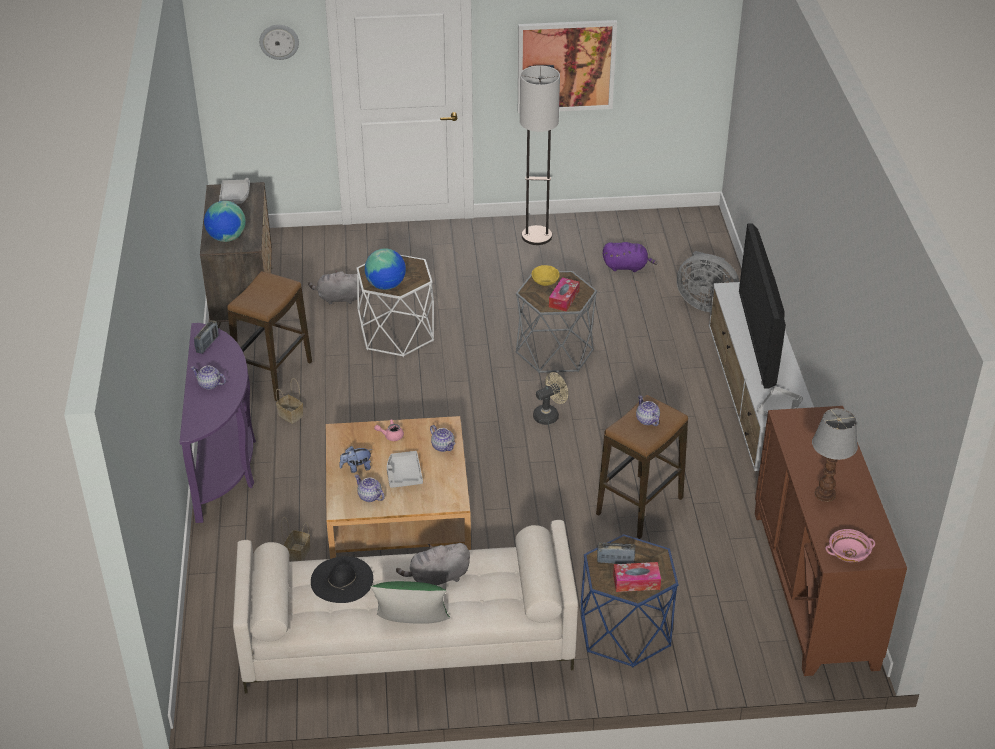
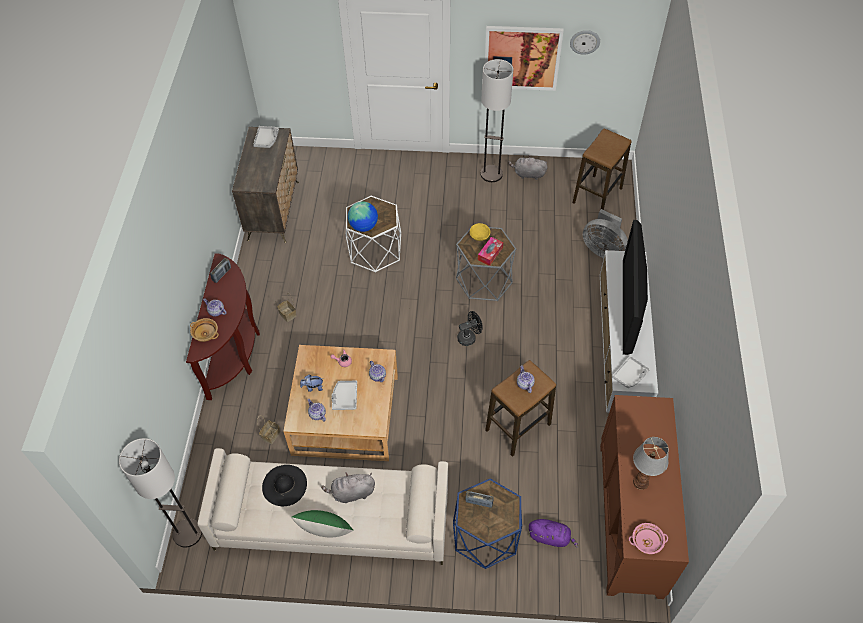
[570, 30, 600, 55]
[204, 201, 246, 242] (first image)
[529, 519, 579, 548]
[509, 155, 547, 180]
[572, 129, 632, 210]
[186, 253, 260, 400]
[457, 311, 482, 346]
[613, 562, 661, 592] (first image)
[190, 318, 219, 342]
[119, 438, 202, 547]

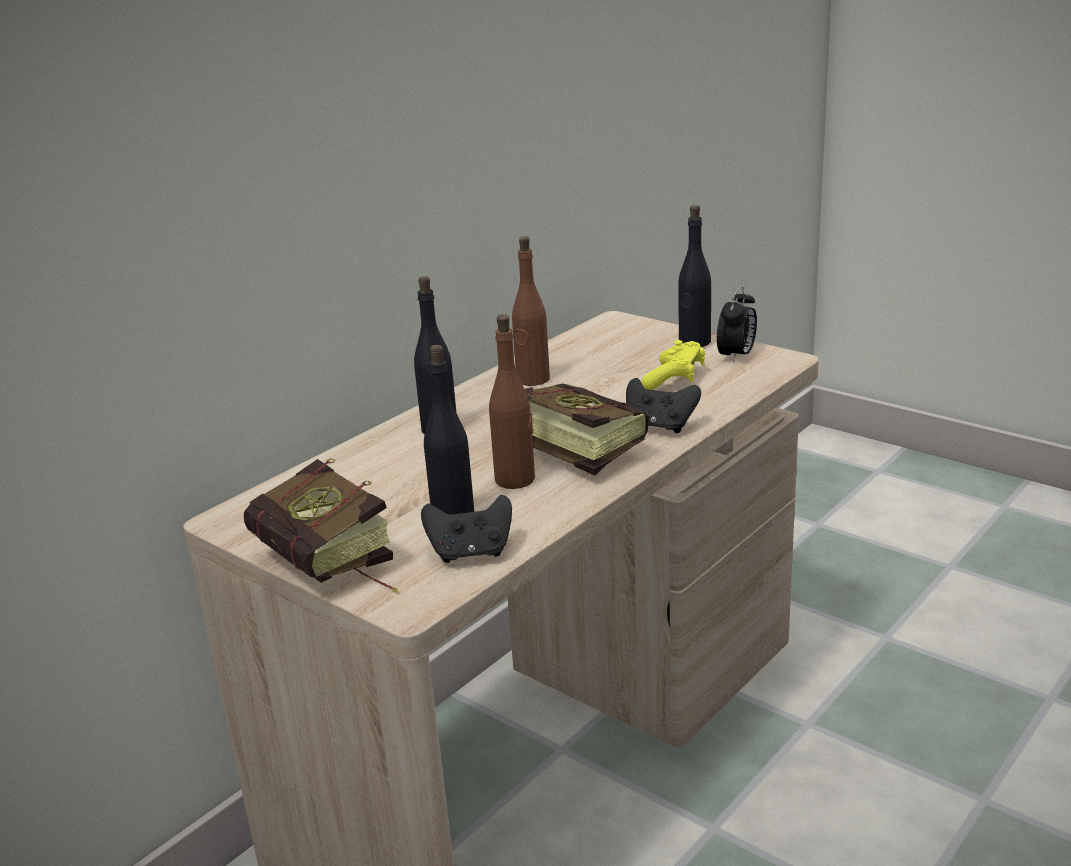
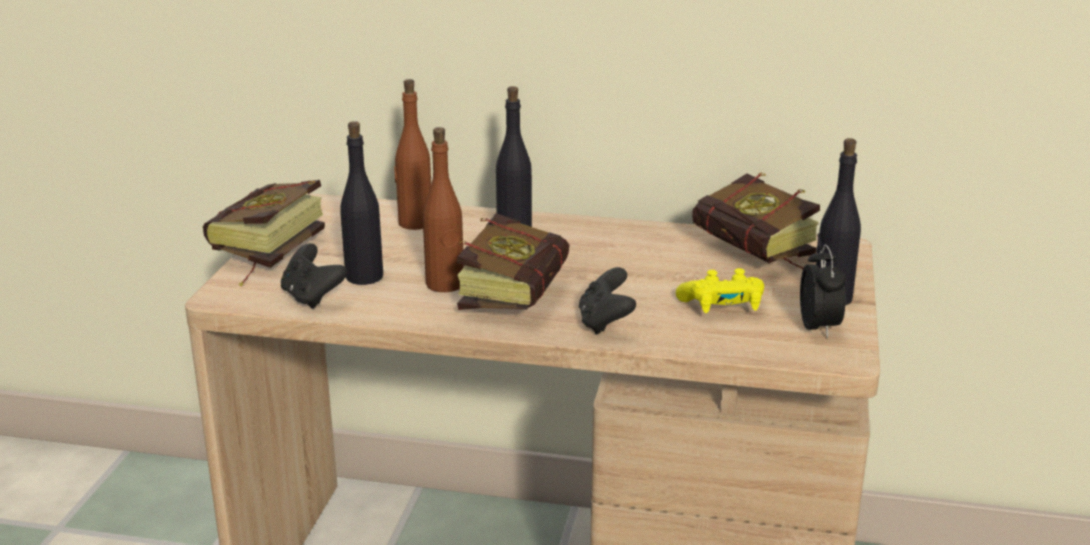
[394, 79, 431, 230]
[800, 244, 846, 339]
[692, 173, 820, 269]

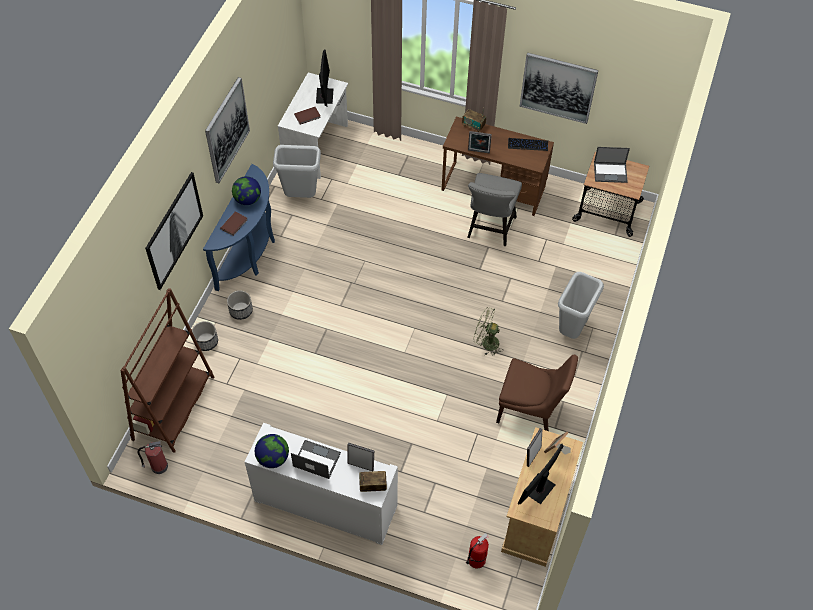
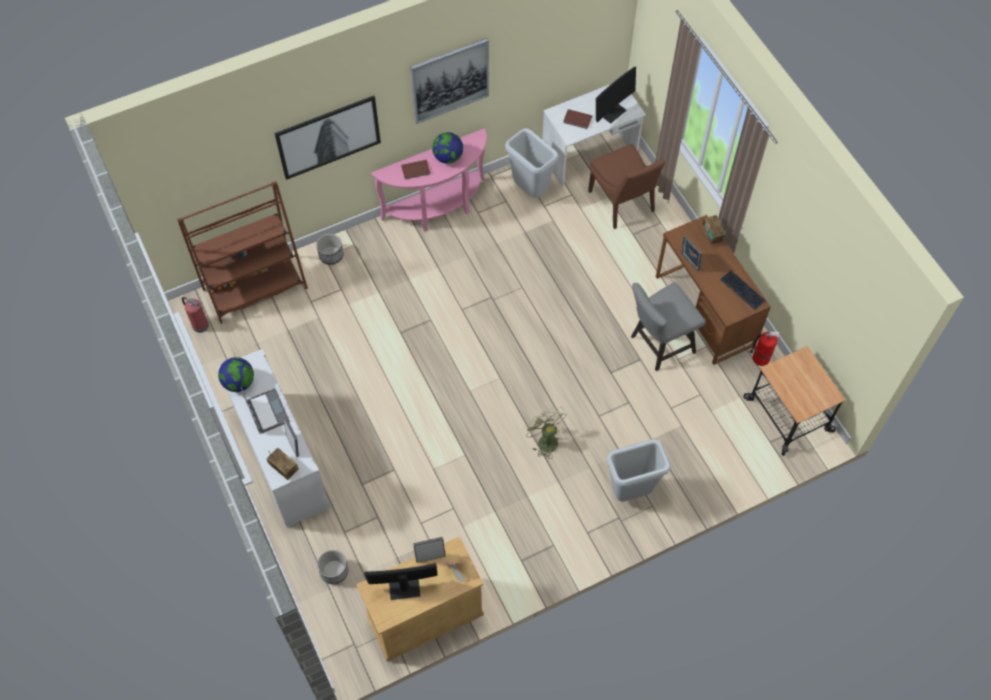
[520, 52, 598, 124] (first image)
[594, 147, 630, 183] (first image)
[371, 128, 487, 231]
[317, 550, 348, 584]
[588, 144, 665, 229]
[750, 332, 780, 366]

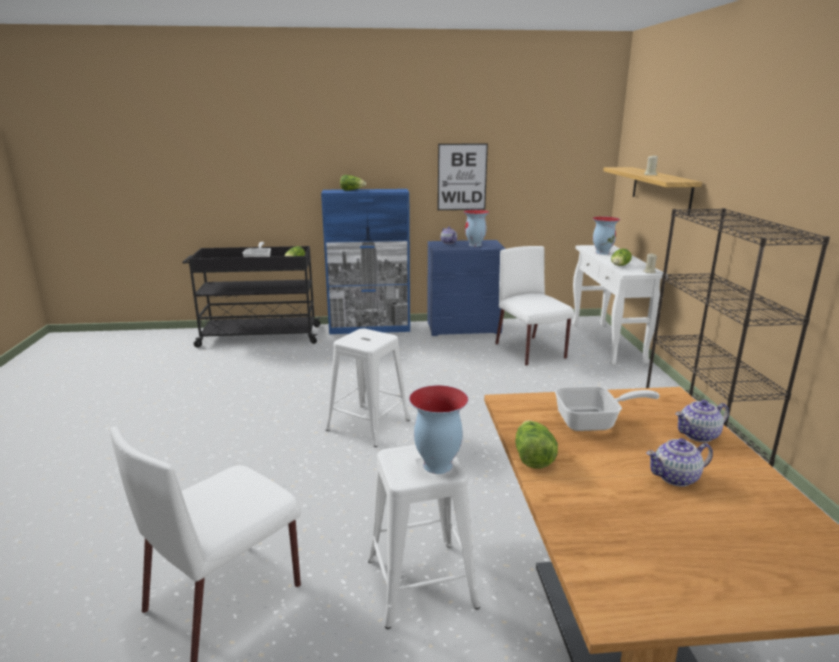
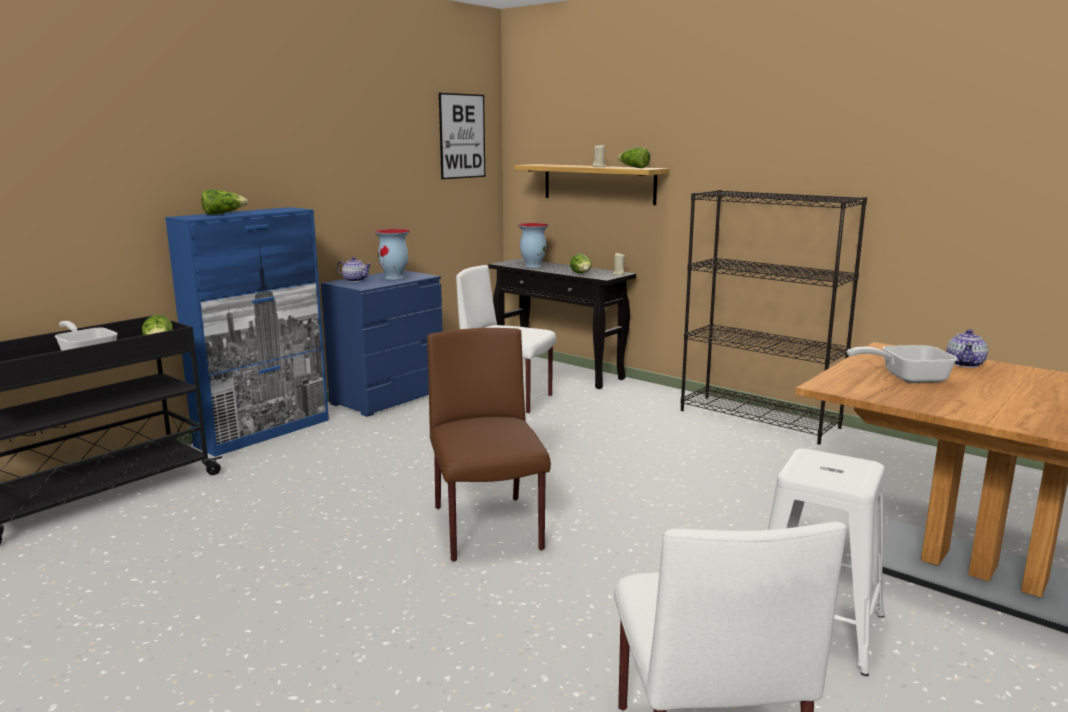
[439, 93, 485, 179]
[488, 259, 636, 389]
[427, 328, 551, 562]
[409, 385, 468, 474] (first image)
[847, 345, 957, 383]
[617, 147, 650, 168]
[646, 438, 713, 487] (first image)

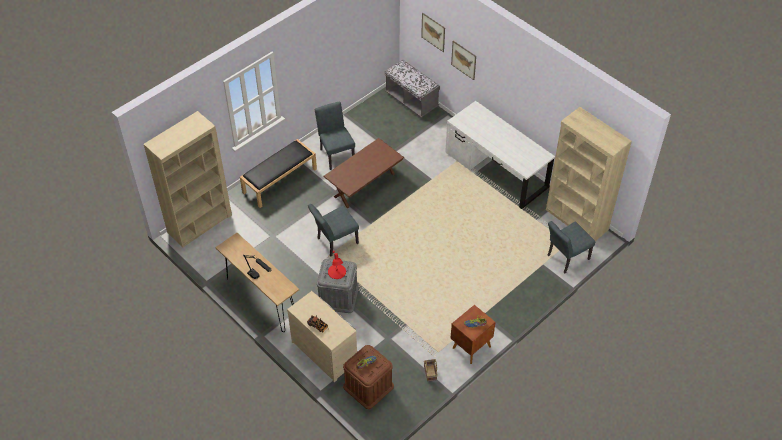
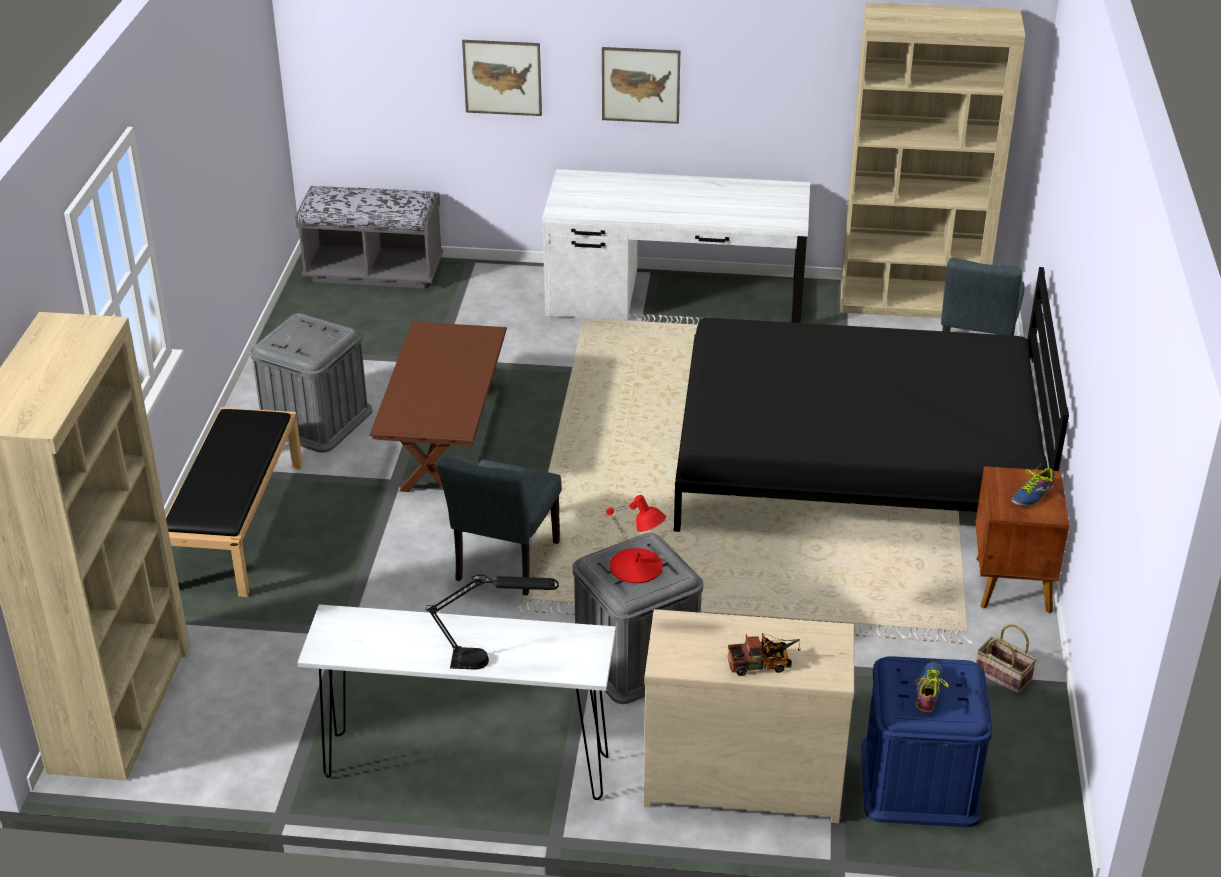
[602, 47, 680, 124]
[250, 313, 372, 453]
[297, 604, 616, 800]
[861, 656, 993, 827]
[674, 267, 1069, 532]

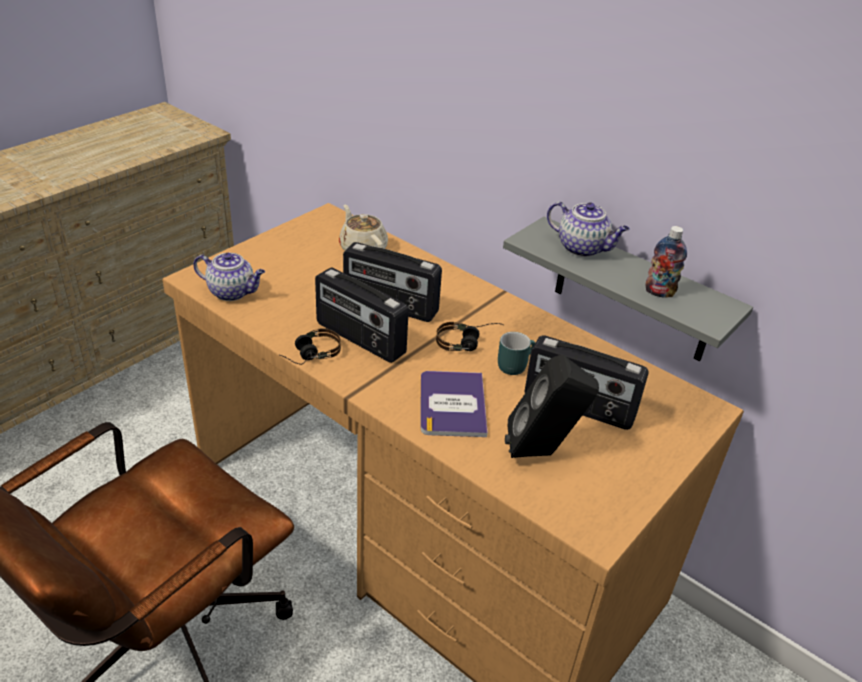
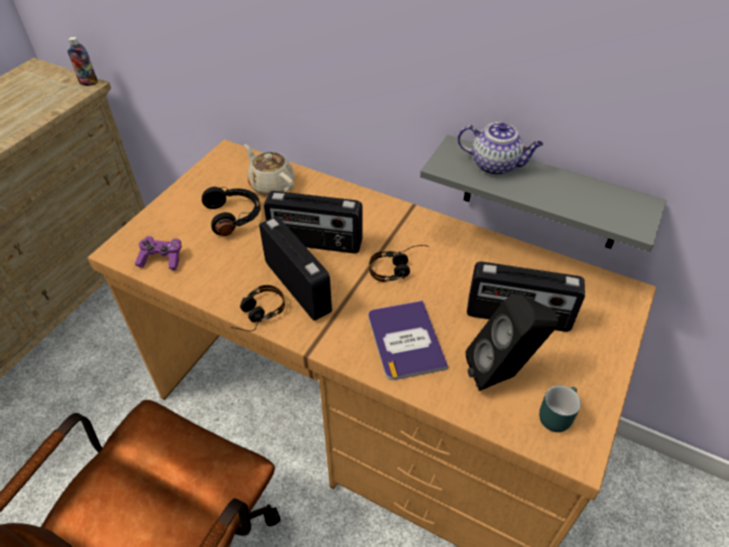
[68, 37, 98, 86]
[135, 236, 181, 270]
[259, 216, 332, 321]
[539, 385, 581, 432]
[202, 187, 261, 236]

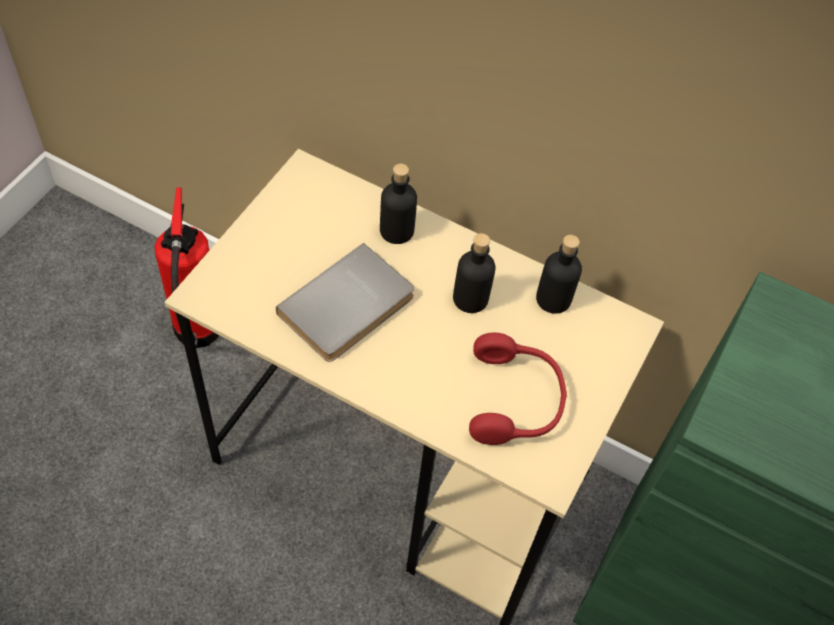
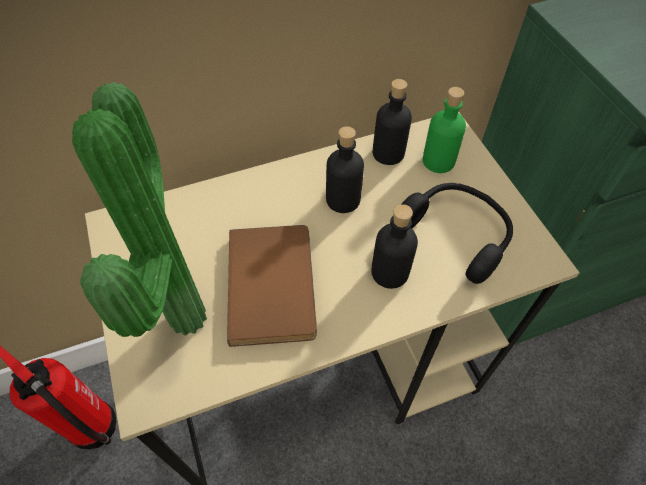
[371, 204, 418, 289]
[227, 225, 317, 347]
[402, 183, 513, 284]
[72, 82, 207, 337]
[423, 87, 466, 173]

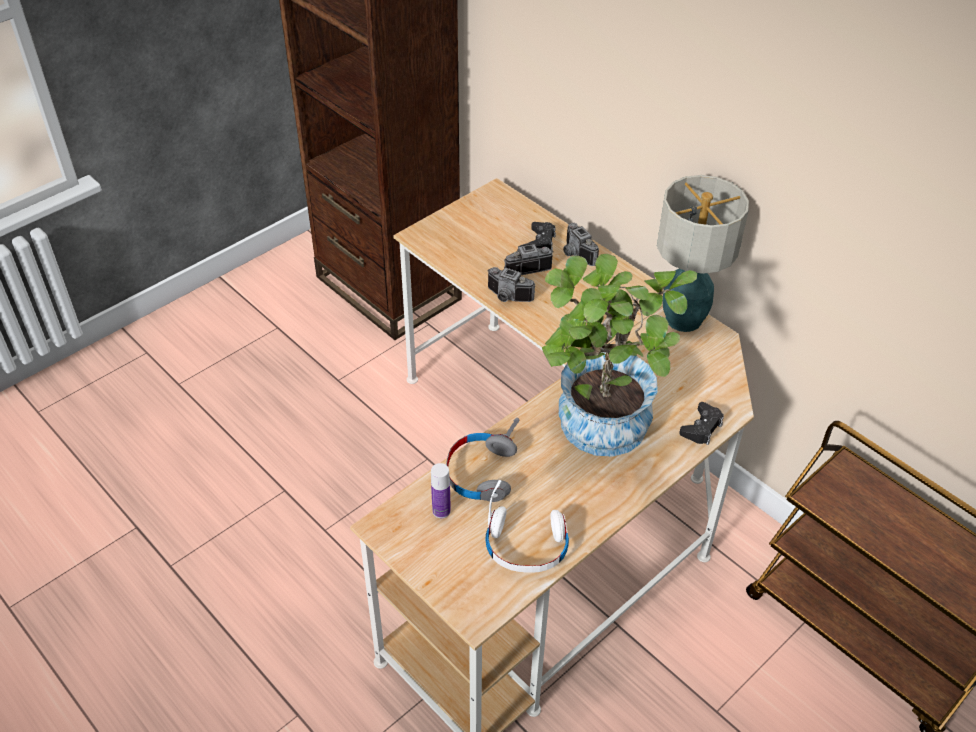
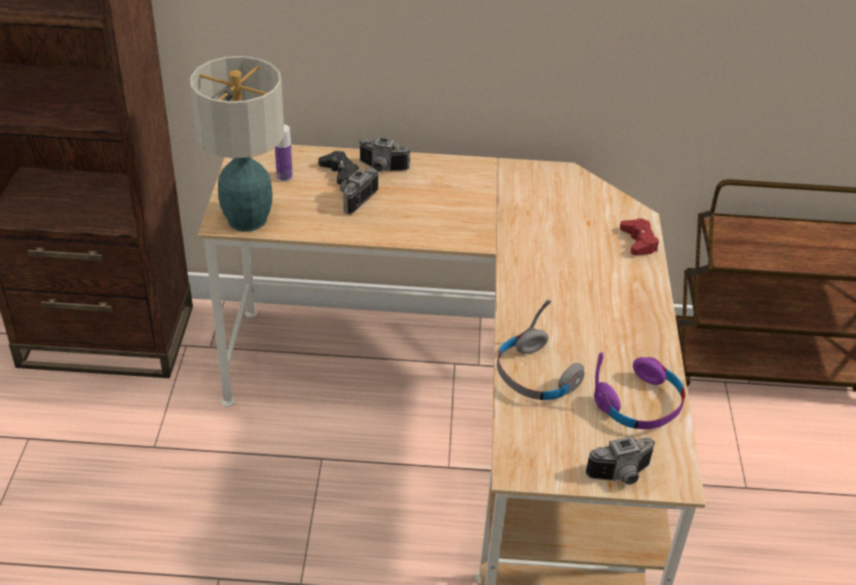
[190, 56, 284, 232]
[542, 254, 697, 457] (first image)
[586, 436, 655, 485]
[620, 218, 659, 255]
[275, 124, 293, 182]
[594, 352, 685, 429]

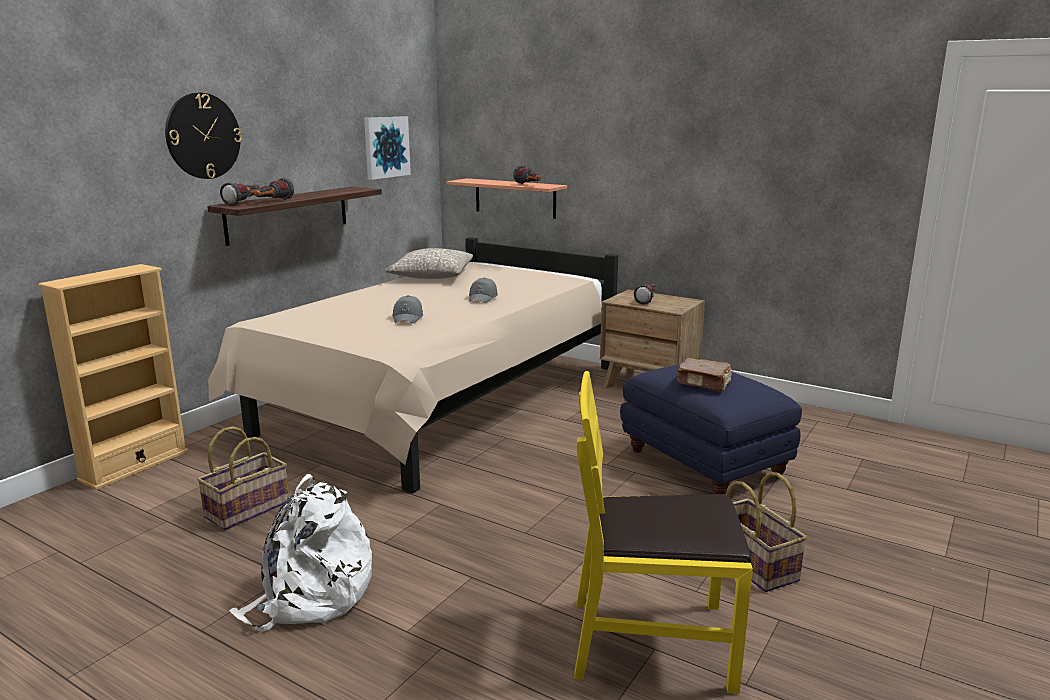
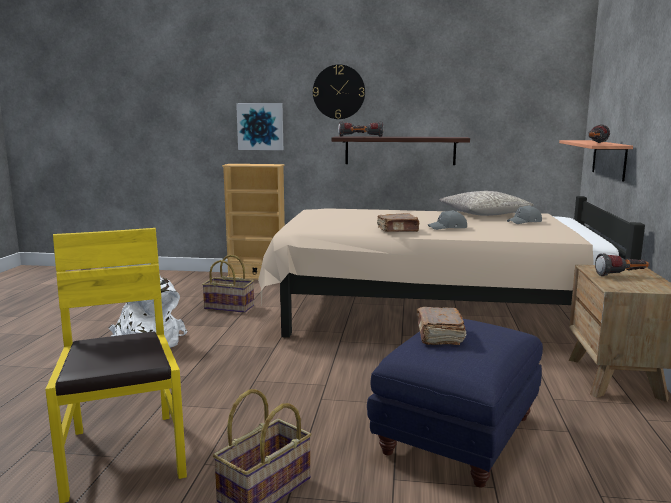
[236, 103, 283, 150]
[507, 205, 542, 224]
[377, 213, 420, 232]

